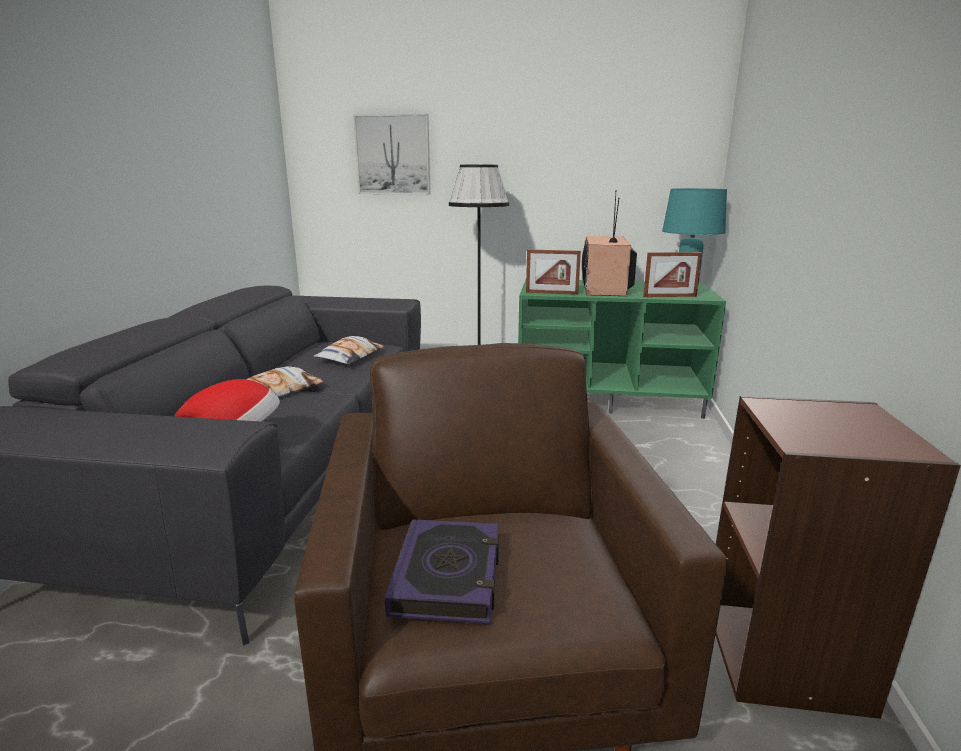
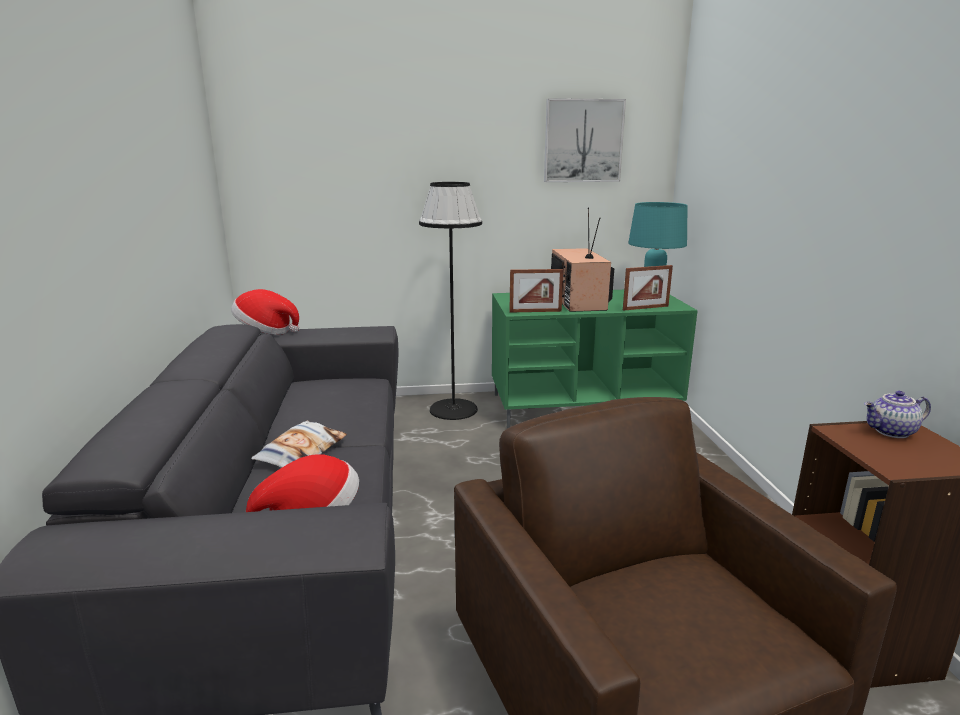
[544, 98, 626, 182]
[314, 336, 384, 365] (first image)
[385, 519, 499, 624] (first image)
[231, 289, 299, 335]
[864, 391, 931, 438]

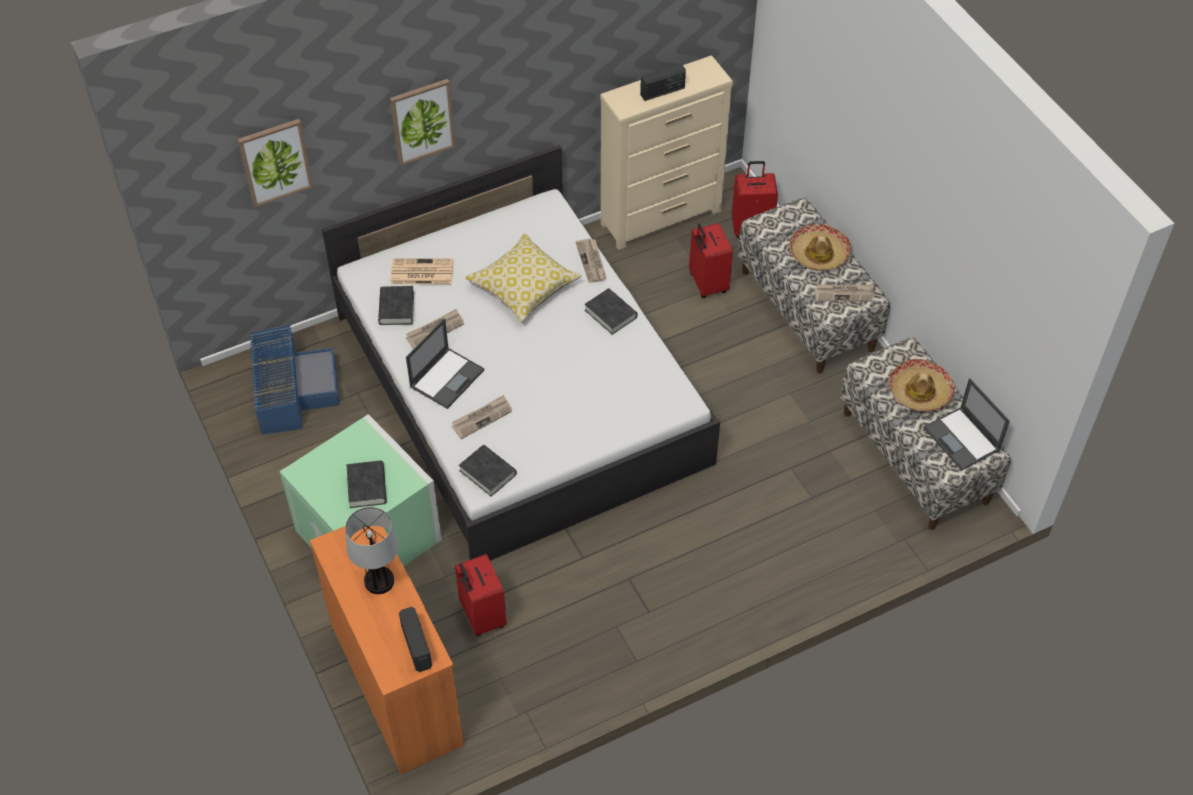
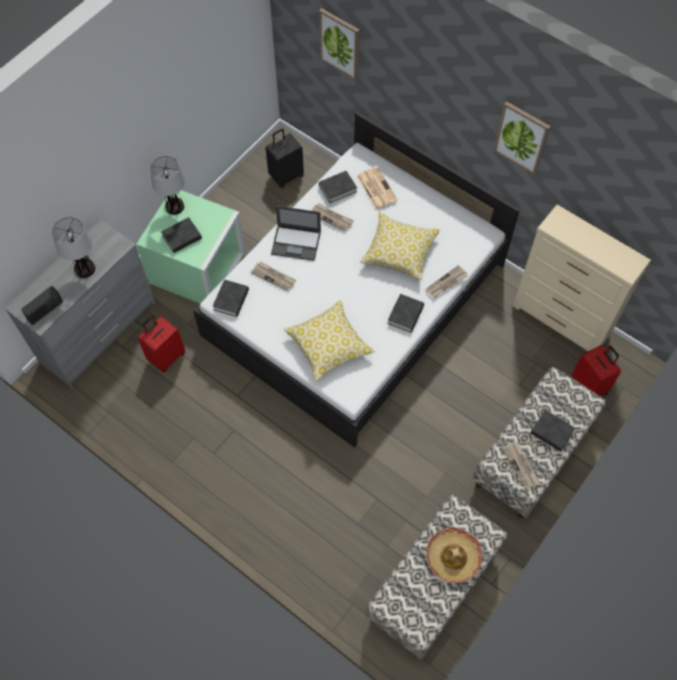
[640, 64, 686, 101] (first image)
[494, 101, 550, 175]
[689, 223, 733, 298] (first image)
[530, 410, 575, 452]
[266, 128, 304, 188]
[924, 378, 1010, 471] (first image)
[5, 219, 155, 388]
[150, 156, 185, 215]
[283, 300, 375, 382]

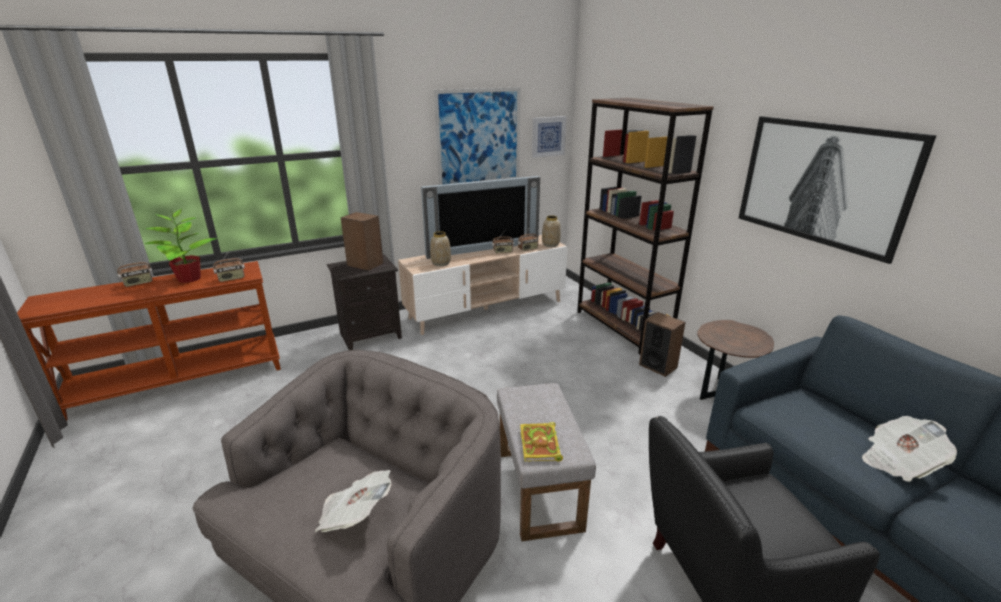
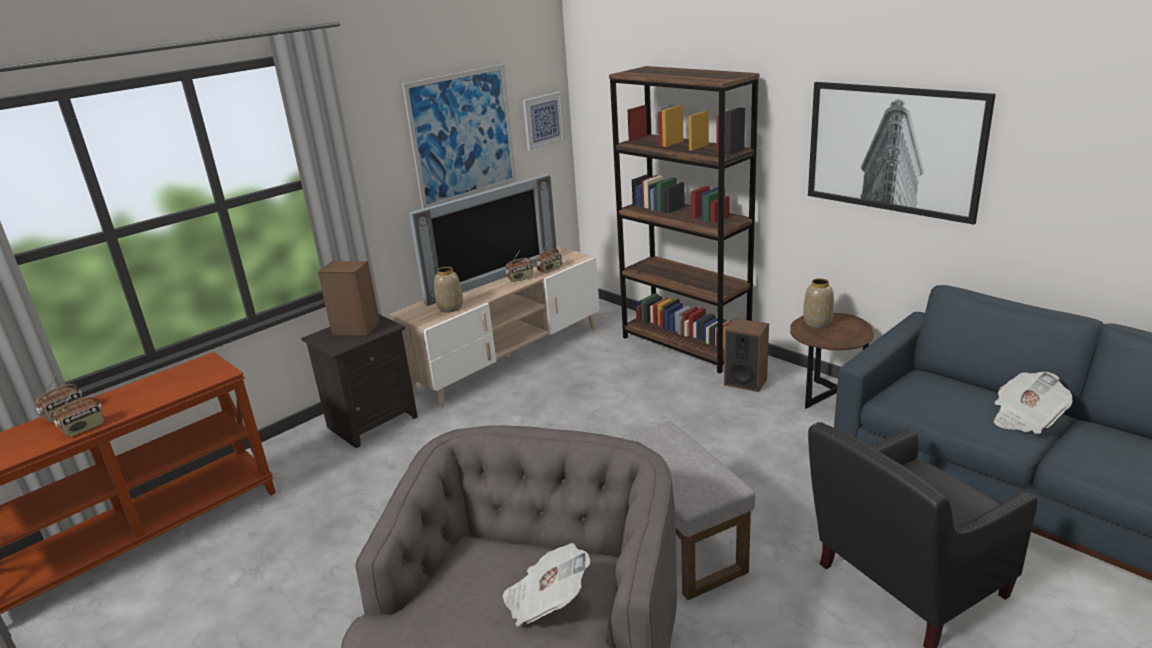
[145, 209, 217, 283] (first image)
[803, 278, 834, 328]
[53, 387, 105, 437]
[520, 422, 563, 461] (first image)

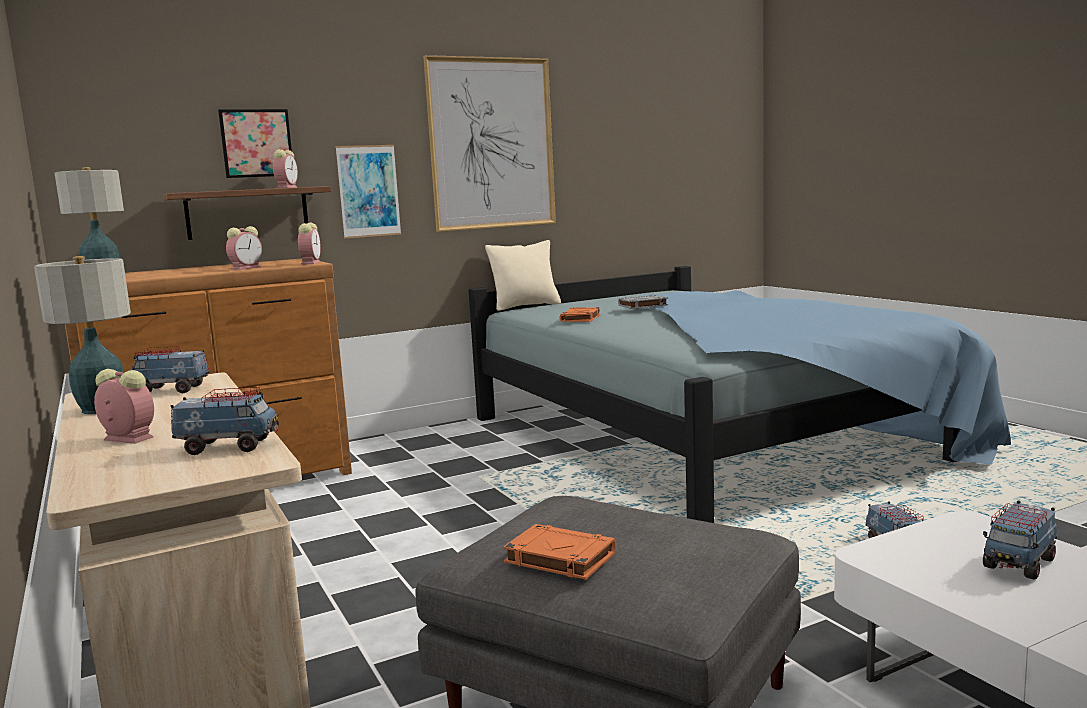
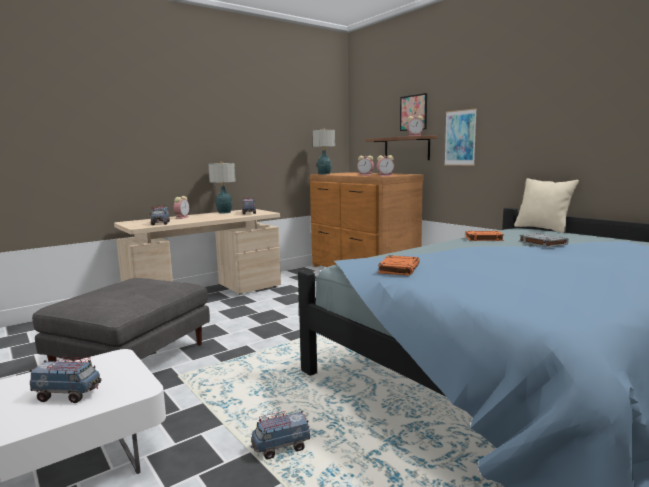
[423, 55, 556, 232] (first image)
[29, 357, 102, 403]
[378, 255, 420, 276]

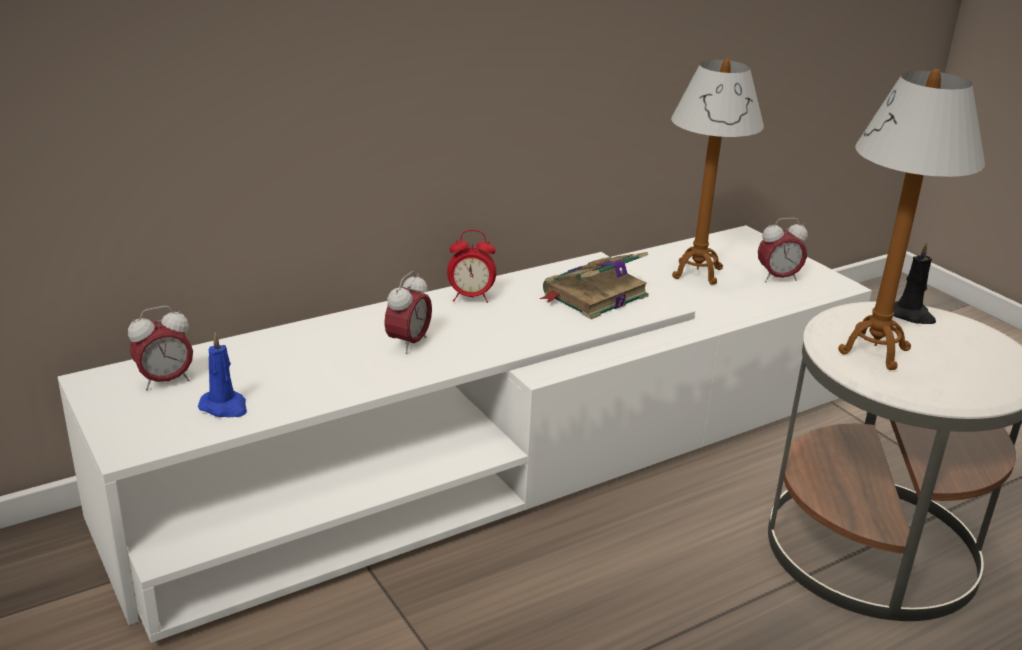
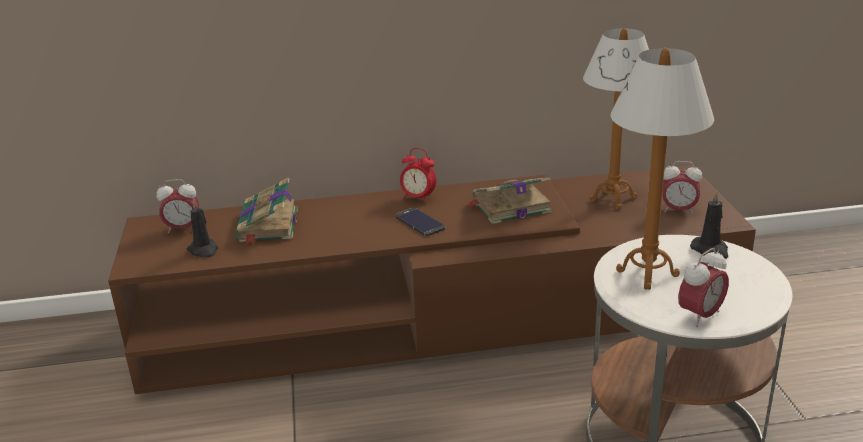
[108, 165, 756, 394]
[678, 248, 729, 327]
[186, 200, 218, 258]
[235, 177, 298, 245]
[396, 208, 445, 236]

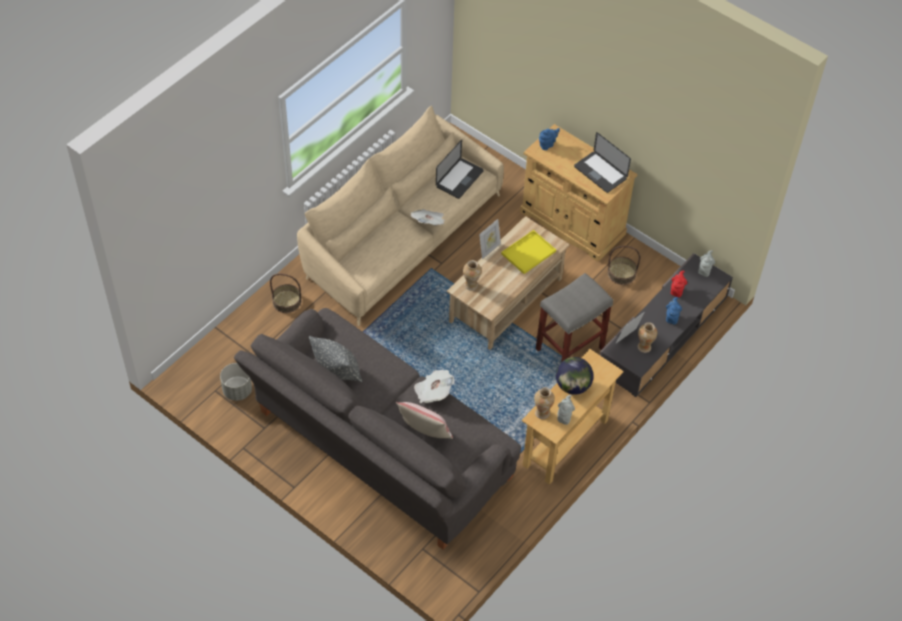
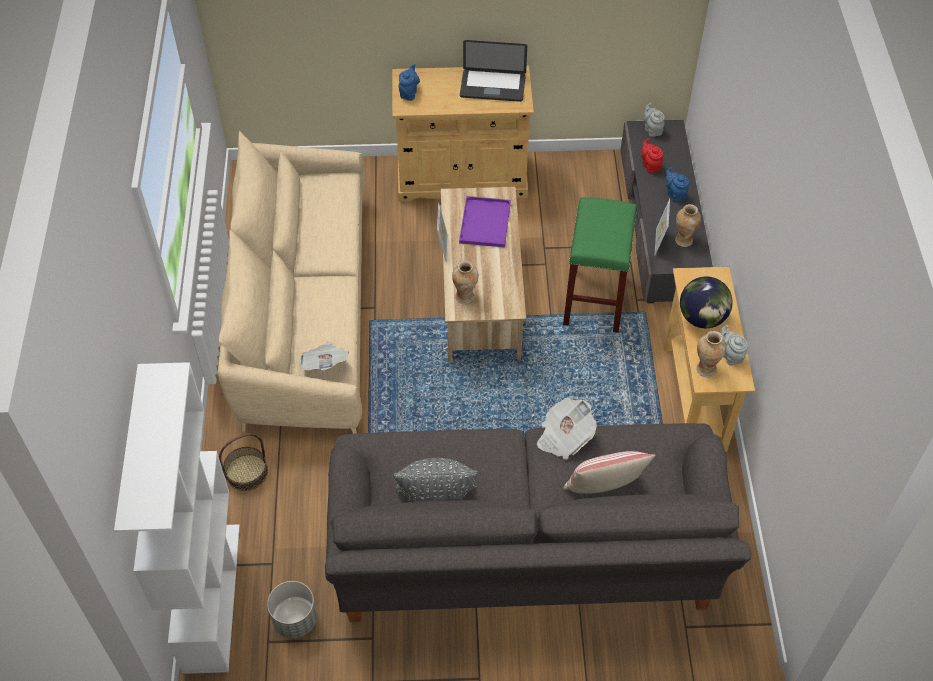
[436, 140, 484, 199] (first image)
[299, 342, 349, 370]
[459, 196, 511, 247]
[608, 246, 640, 285] (first image)
[563, 197, 637, 333]
[114, 362, 240, 674]

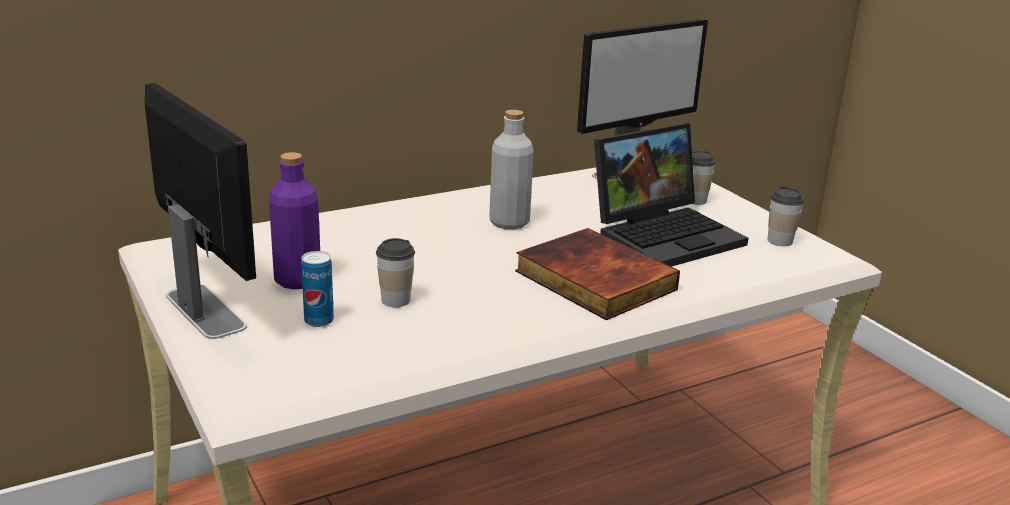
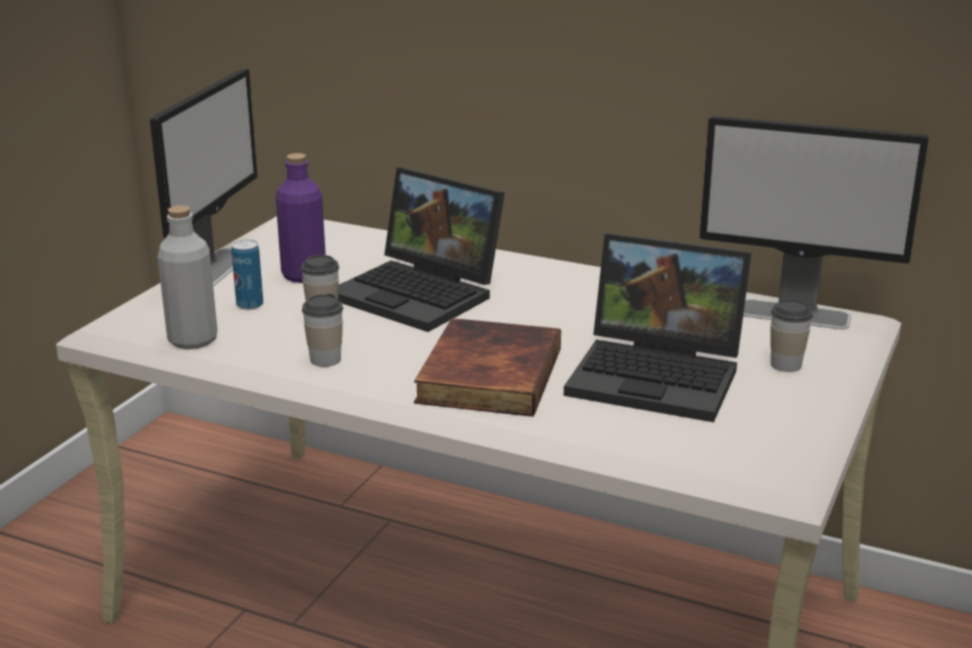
[158, 205, 217, 349]
[302, 293, 343, 367]
[338, 167, 505, 332]

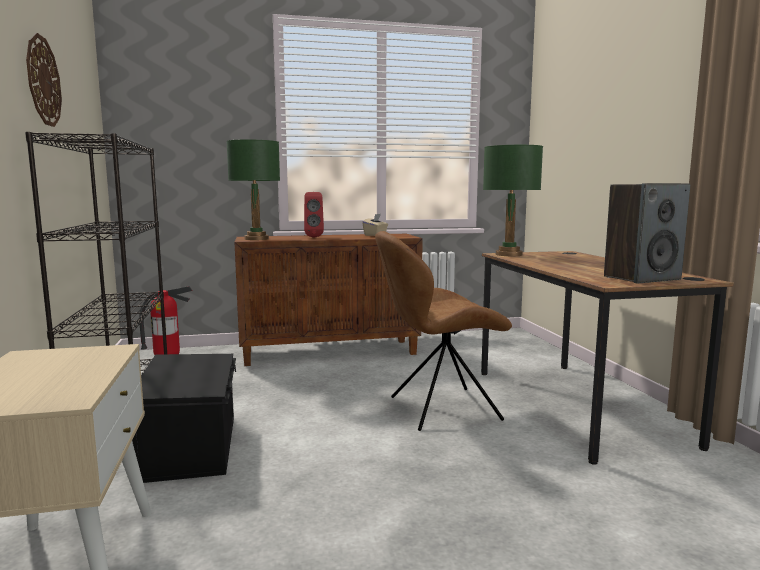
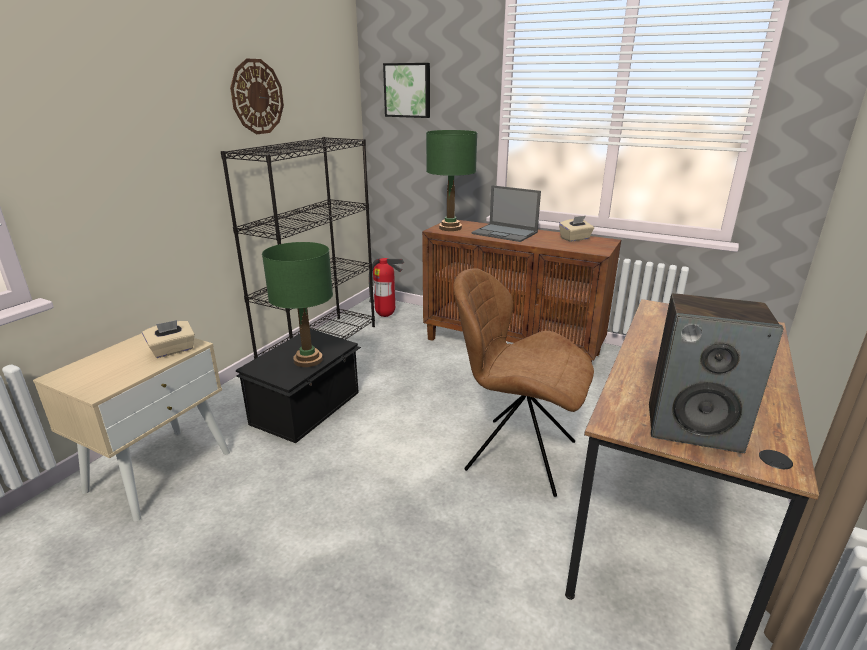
[262, 242, 333, 367]
[471, 185, 541, 242]
[383, 63, 430, 118]
[142, 320, 195, 358]

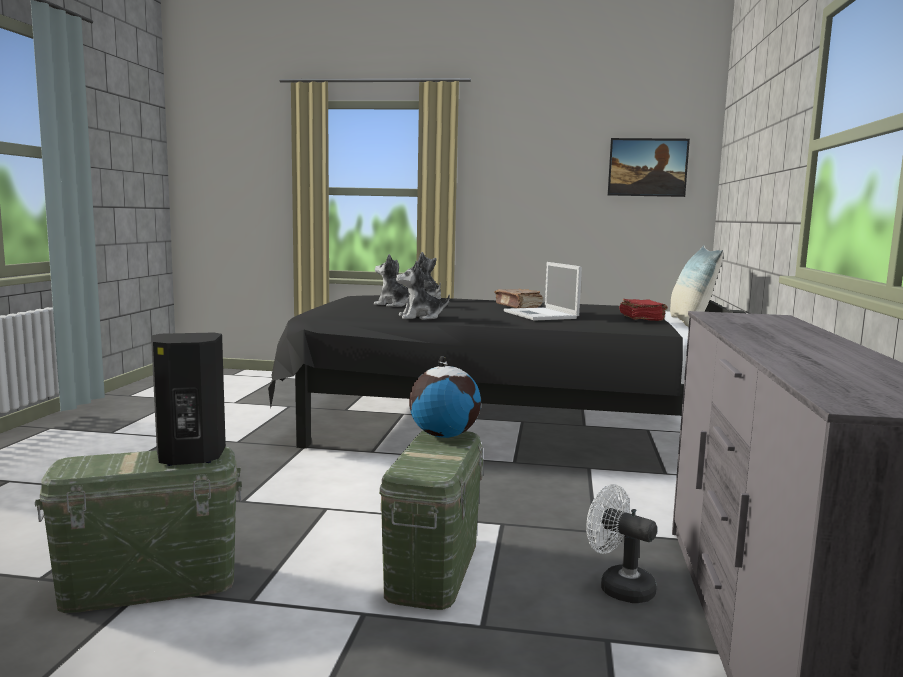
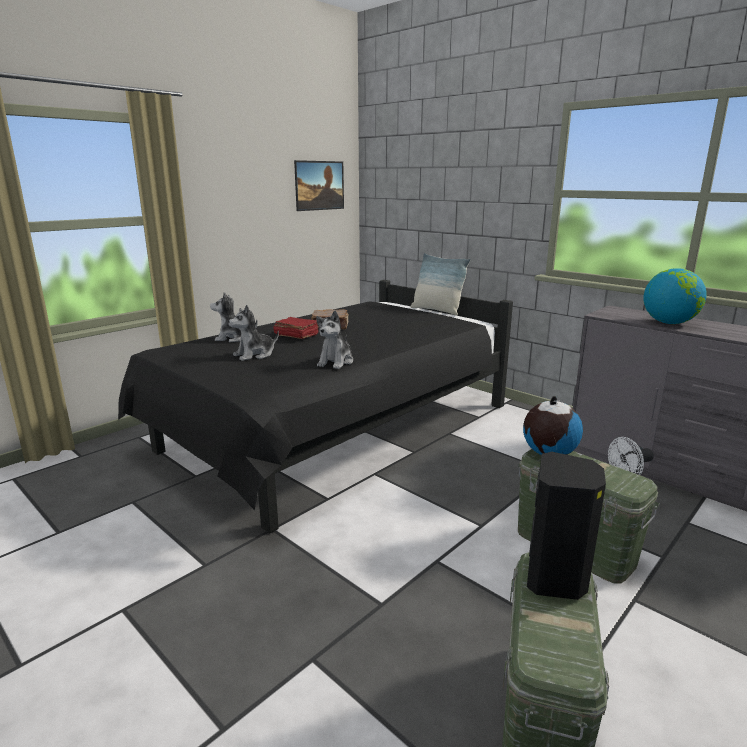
[504, 262, 582, 321] (first image)
[273, 317, 319, 339]
[644, 268, 707, 324]

